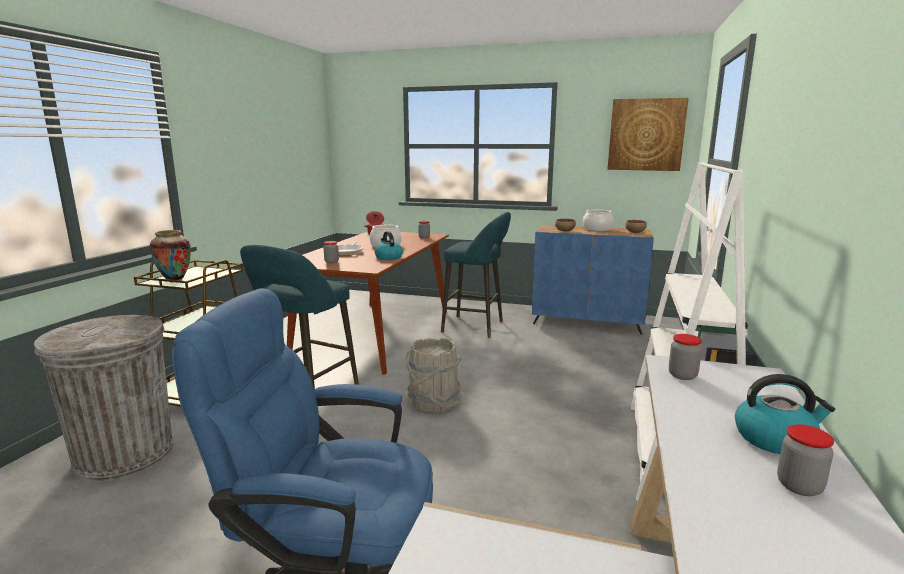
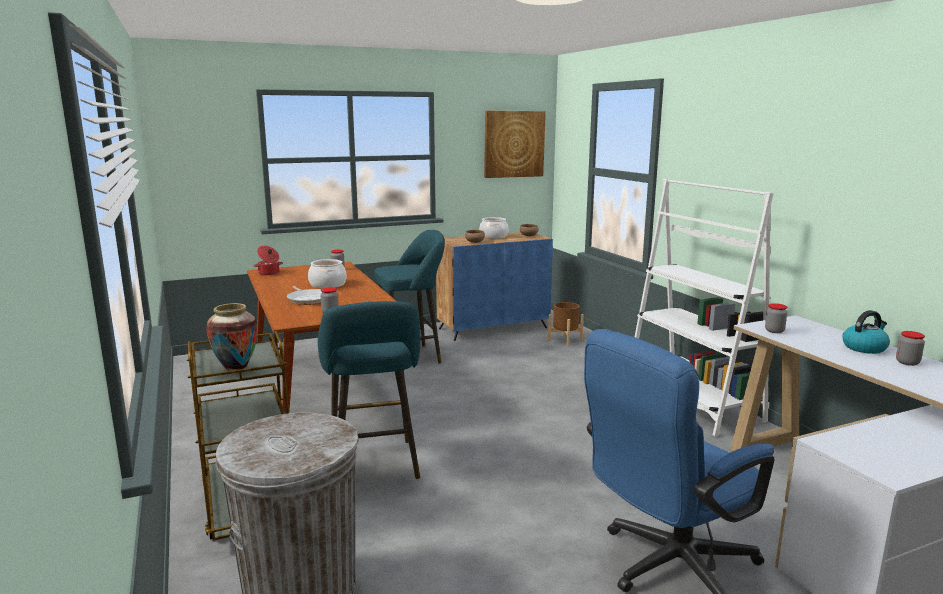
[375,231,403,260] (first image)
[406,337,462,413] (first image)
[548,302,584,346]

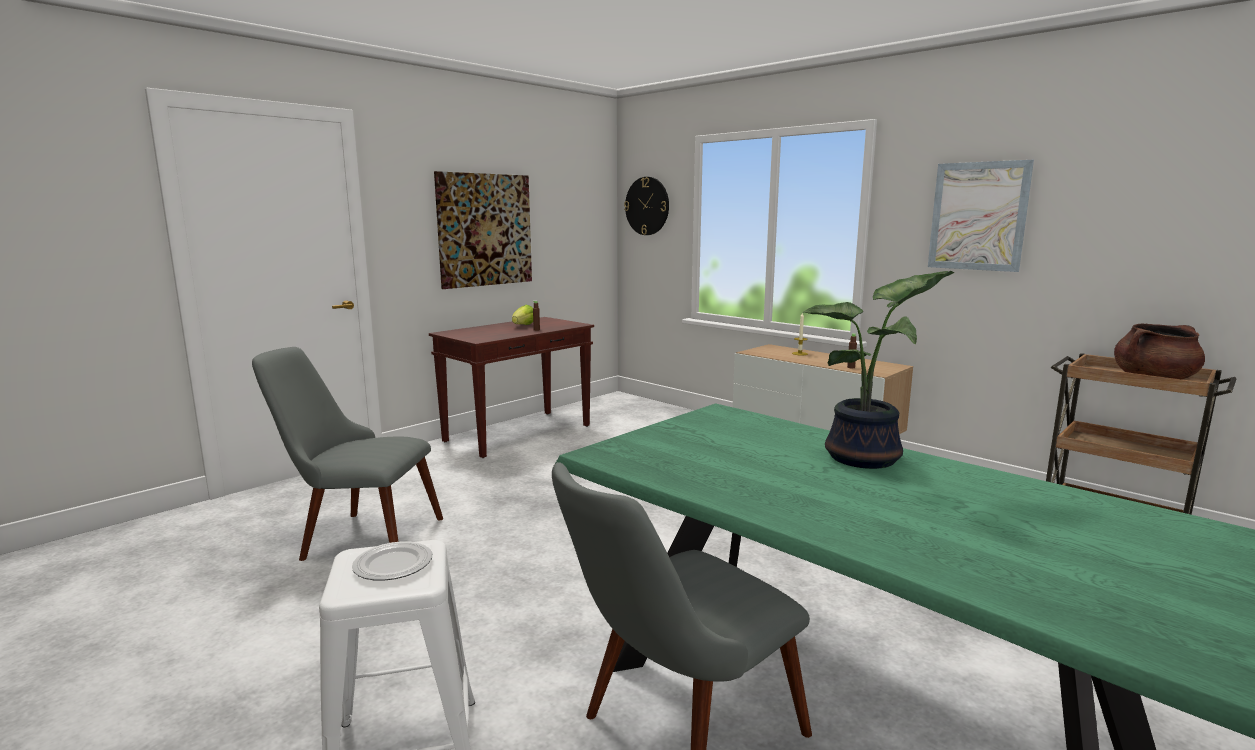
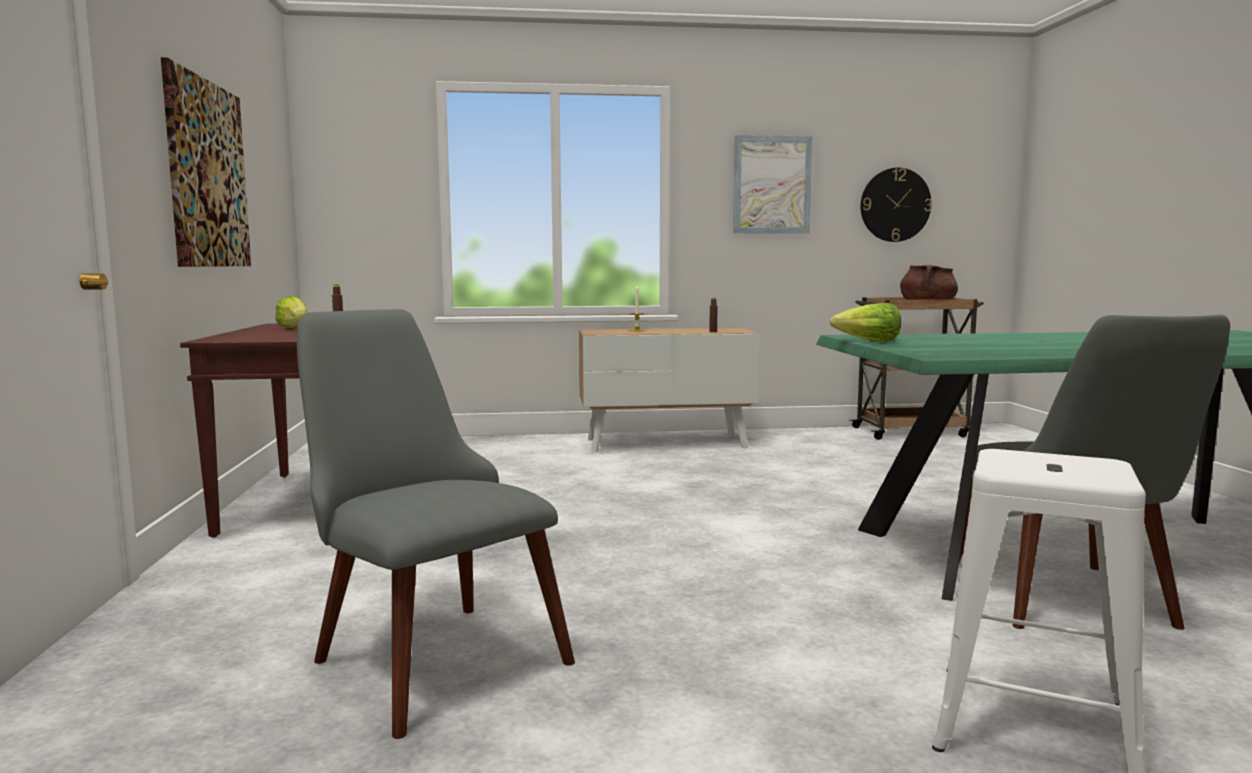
[352,542,432,581] (first image)
[802,271,955,469] (first image)
[830,303,901,342]
[861,168,932,242]
[297,309,575,739]

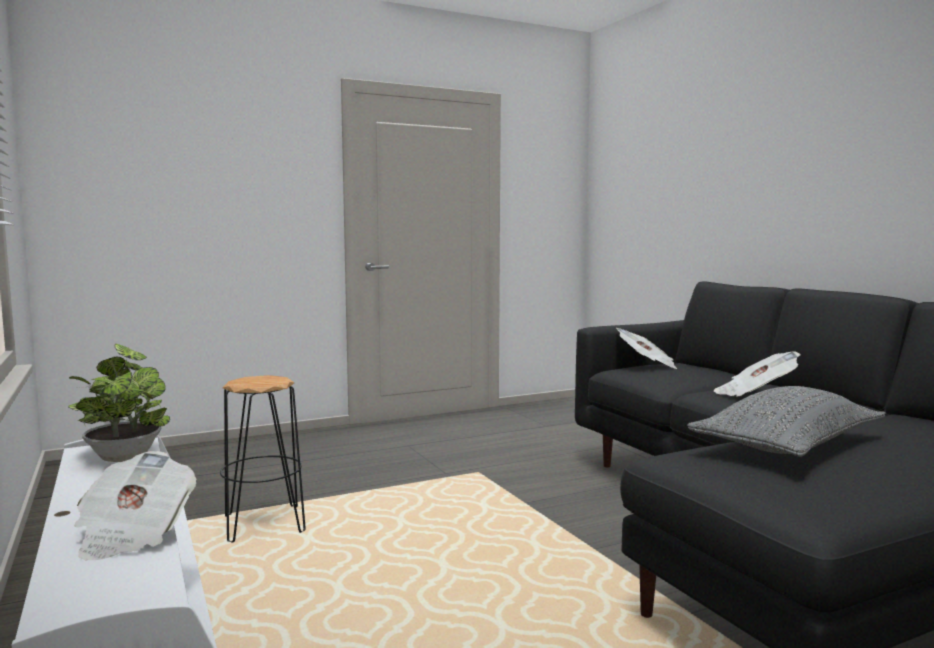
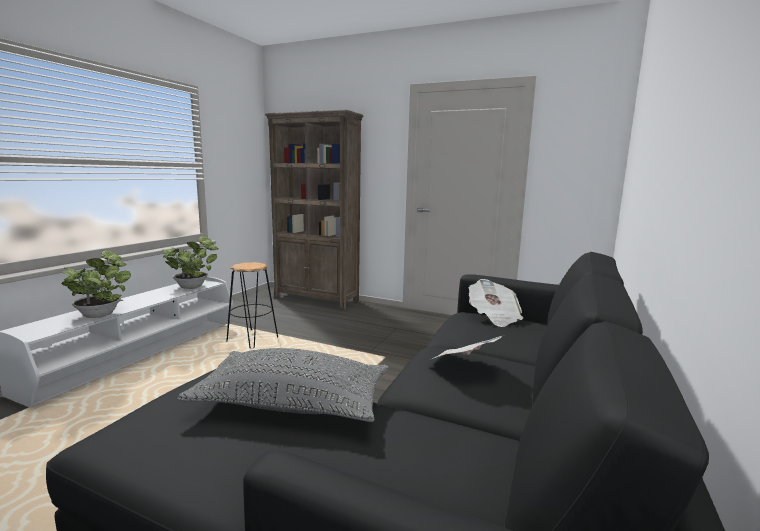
[265,110,363,310]
[61,250,131,318]

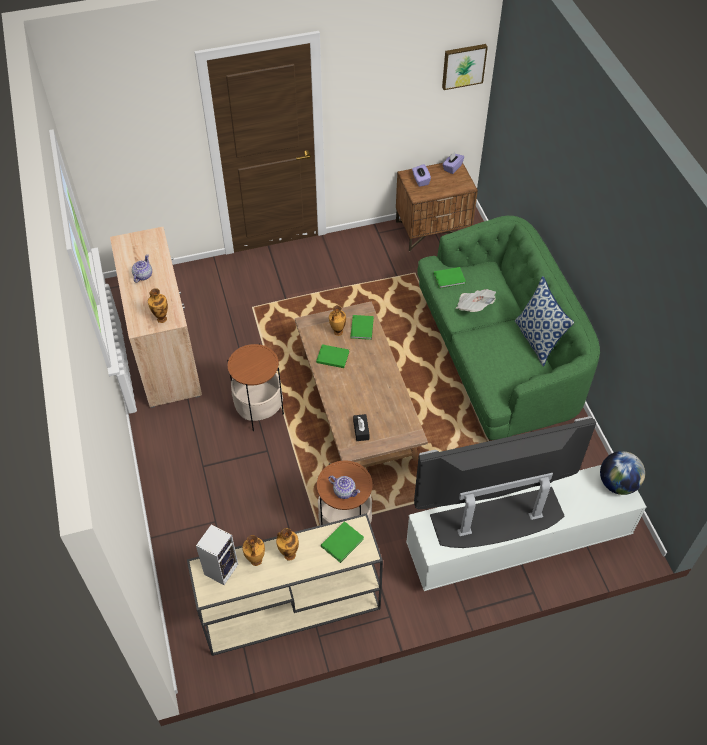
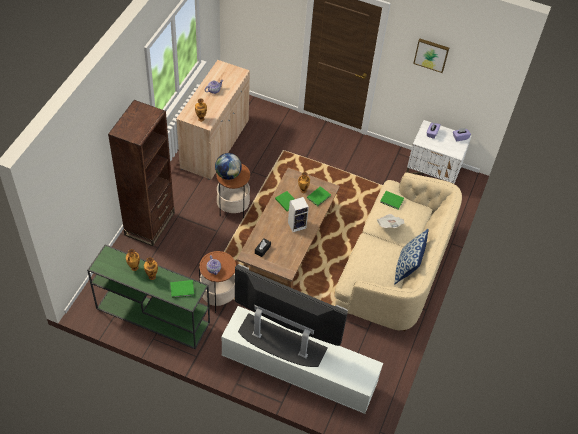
[108,100,175,246]
[288,197,309,232]
[413,39,449,73]
[215,153,242,180]
[87,245,210,349]
[406,120,472,184]
[334,172,462,331]

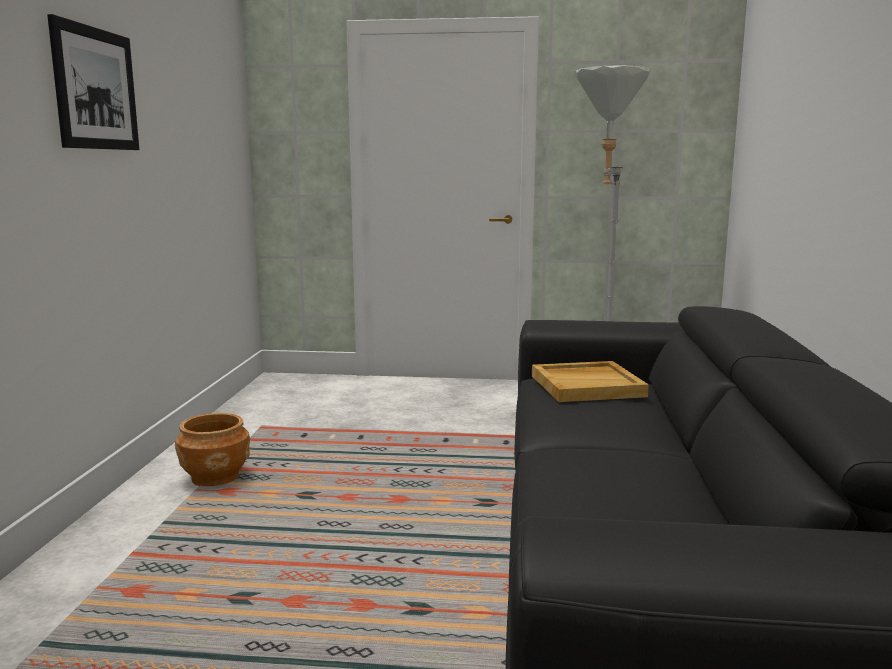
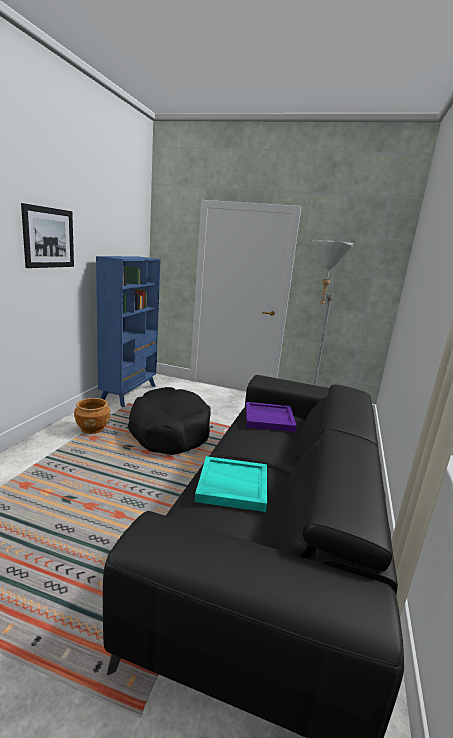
[96,256,161,407]
[128,387,211,455]
[195,456,267,512]
[246,402,297,432]

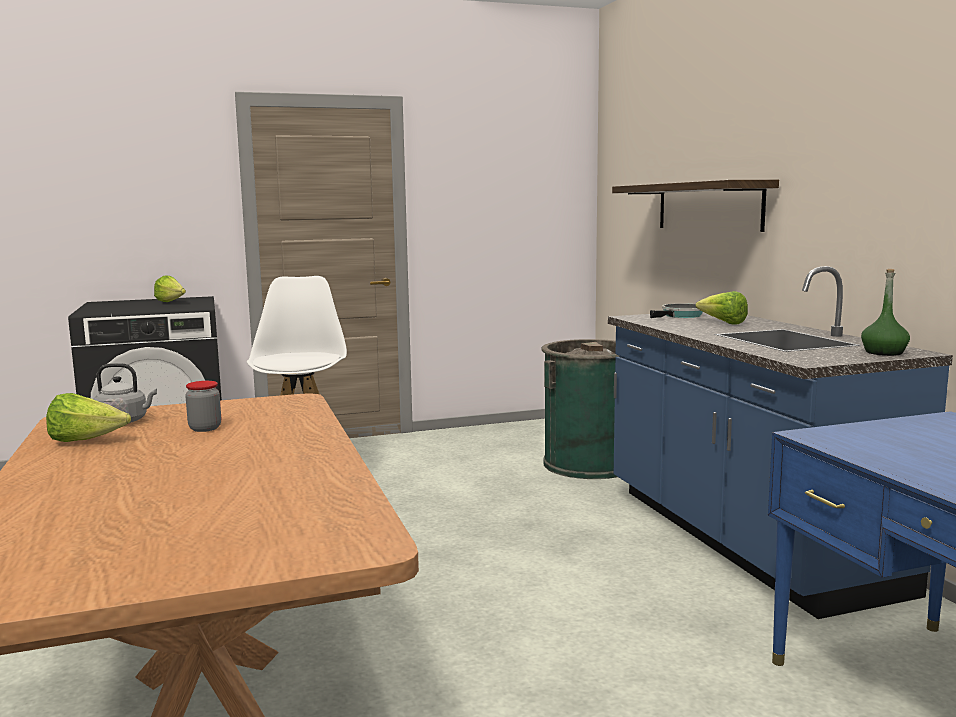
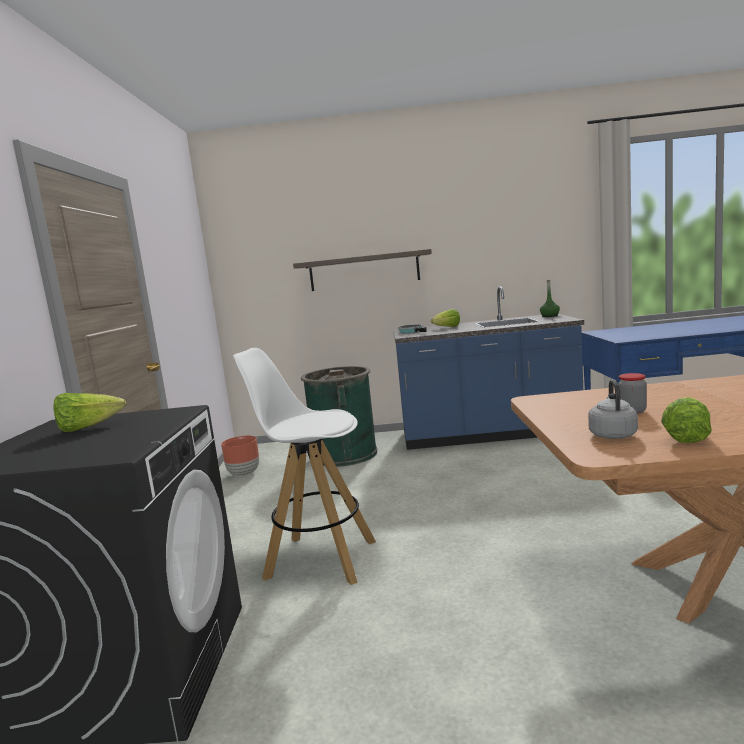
[221,436,259,476]

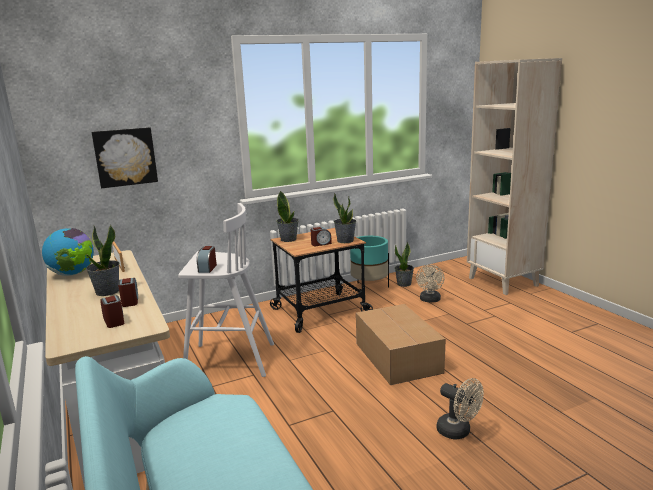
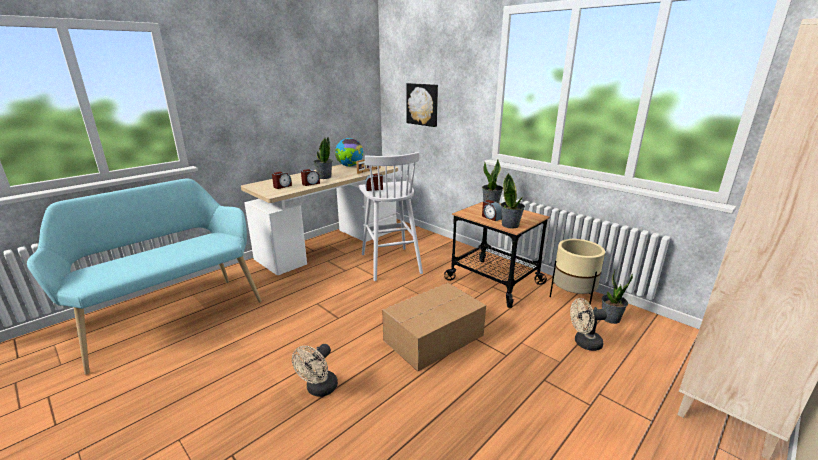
[550,239,605,309]

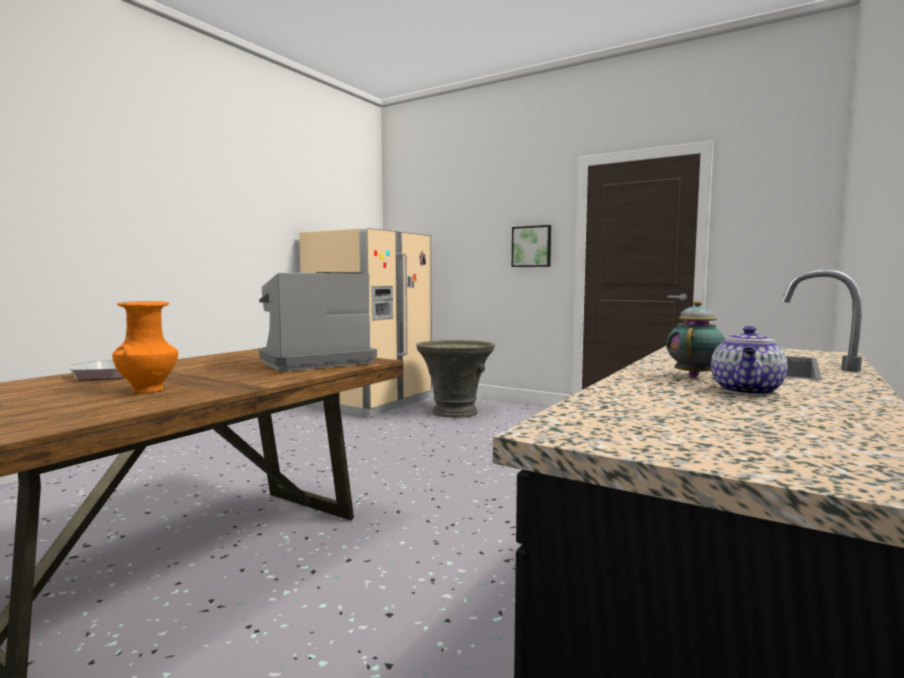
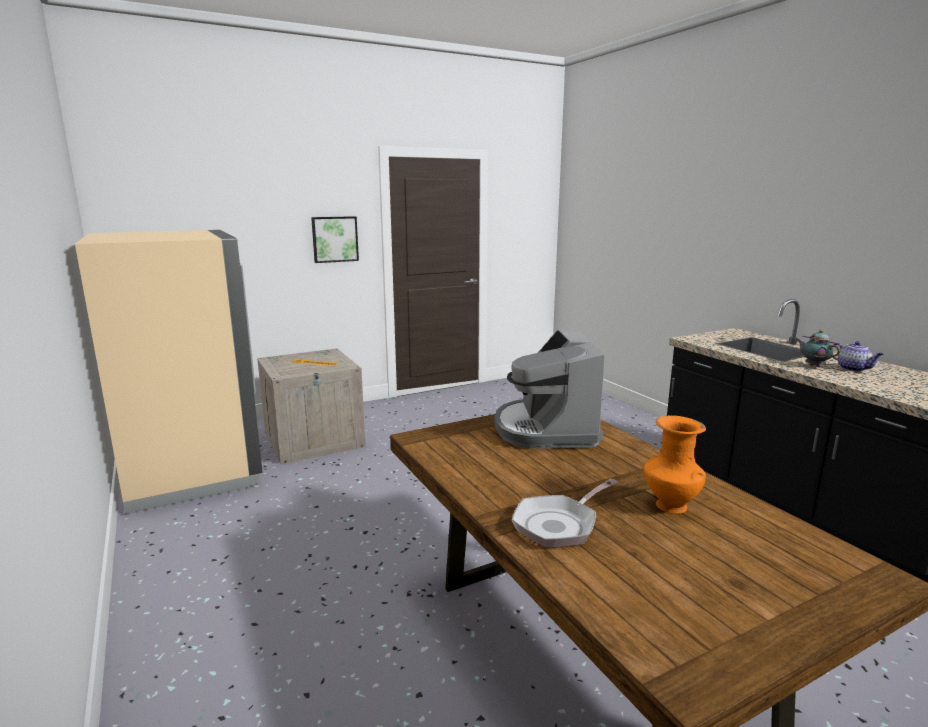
[257,348,366,464]

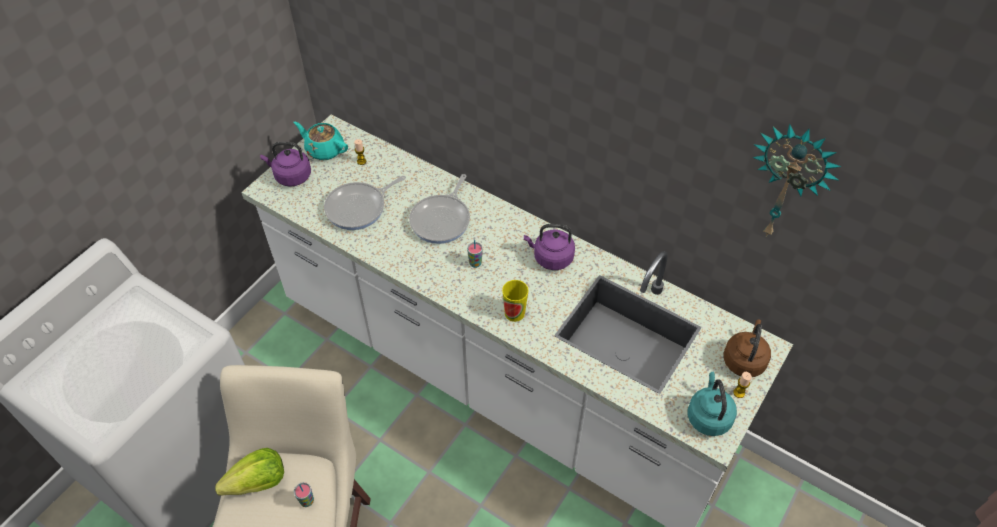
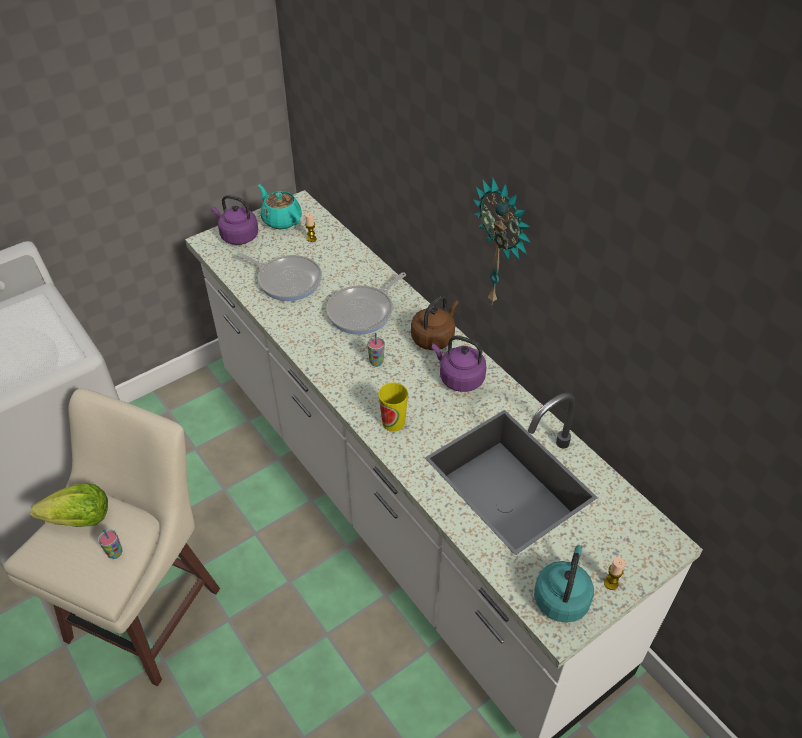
[411,295,459,350]
[473,177,531,305]
[236,253,322,301]

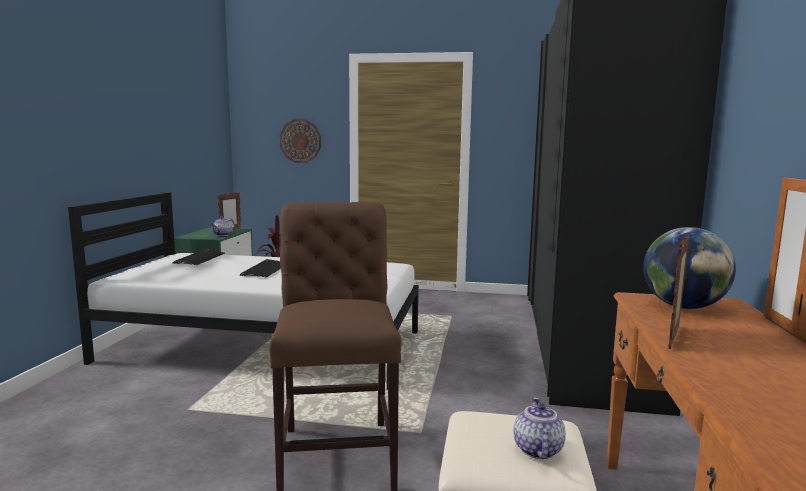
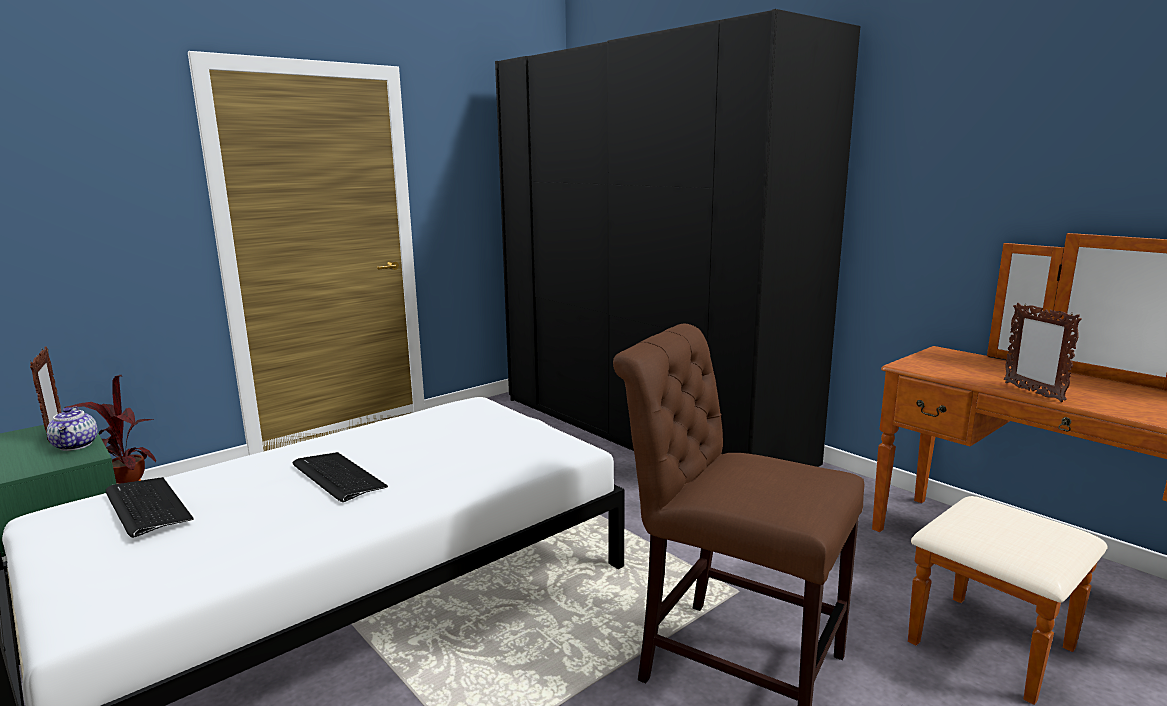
[280,119,321,163] (first image)
[514,397,566,459] (first image)
[643,227,736,309] (first image)

